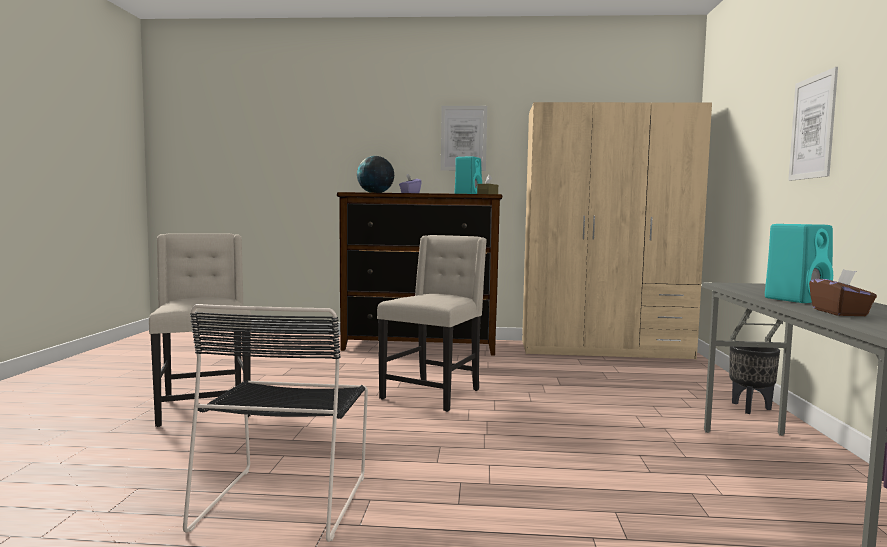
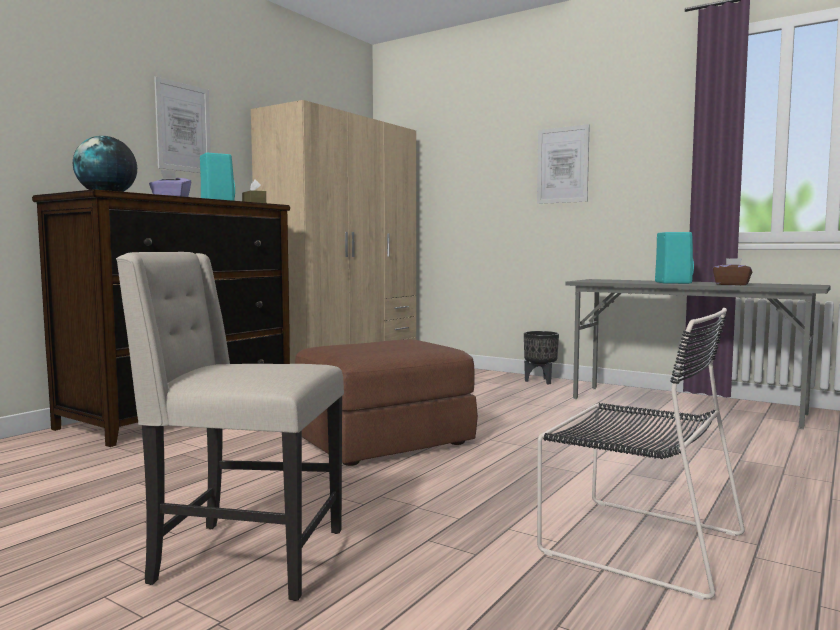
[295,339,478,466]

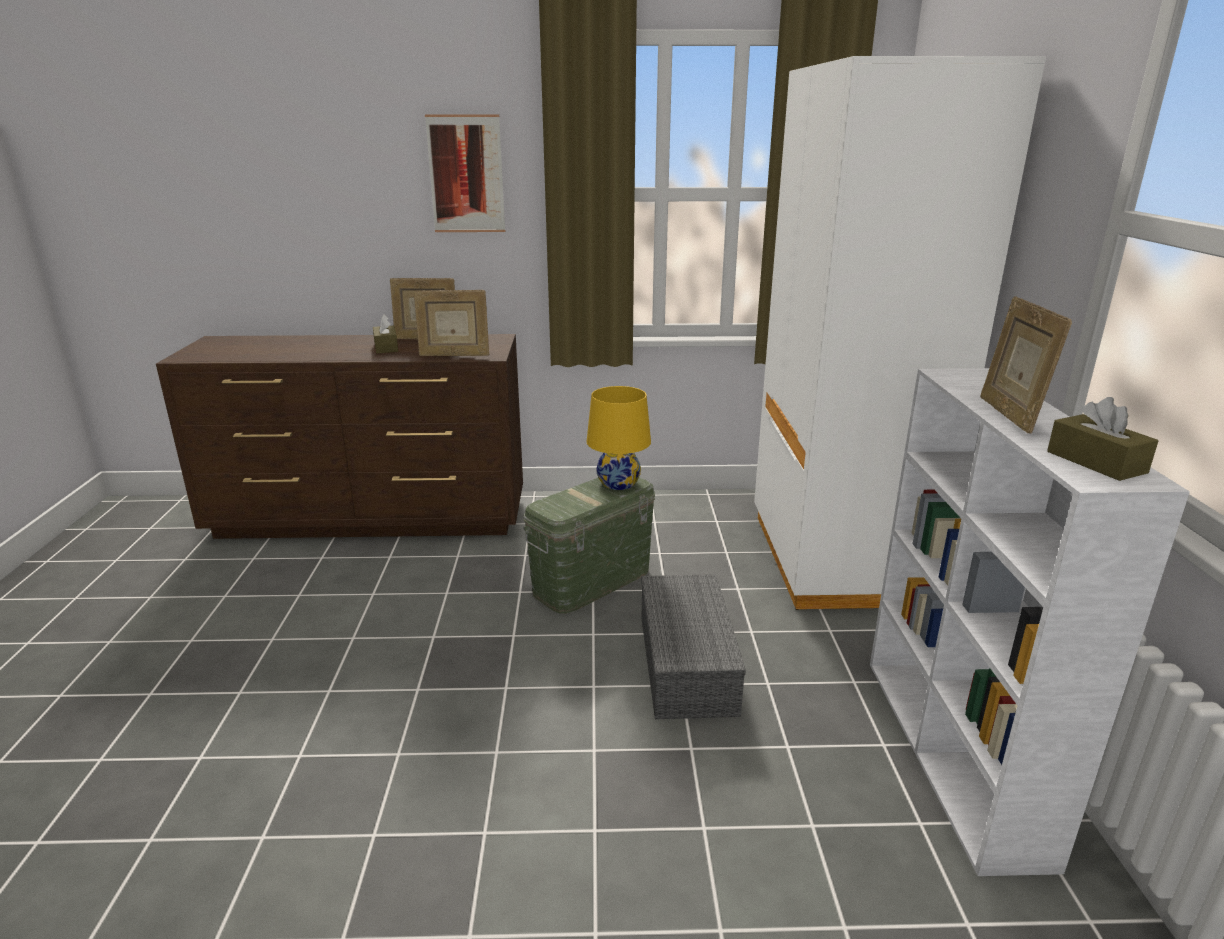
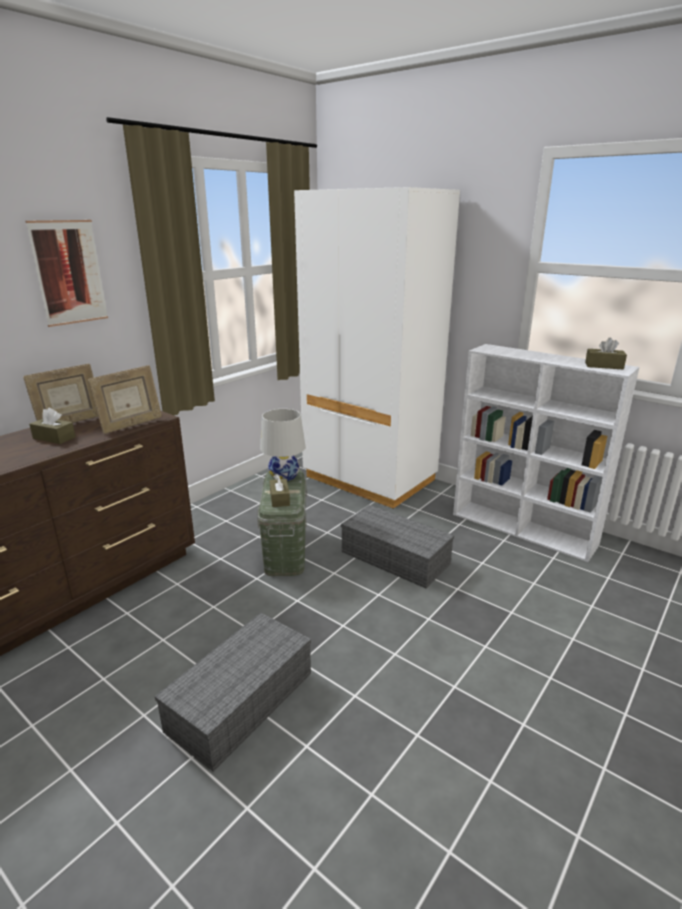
[980,297,1072,434] (first image)
[155,613,311,772]
[269,474,290,507]
[260,409,306,481]

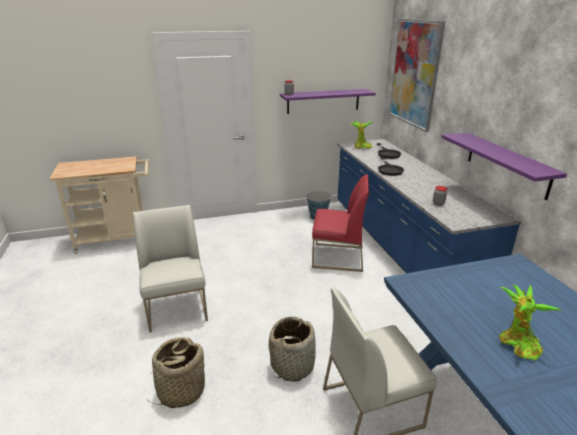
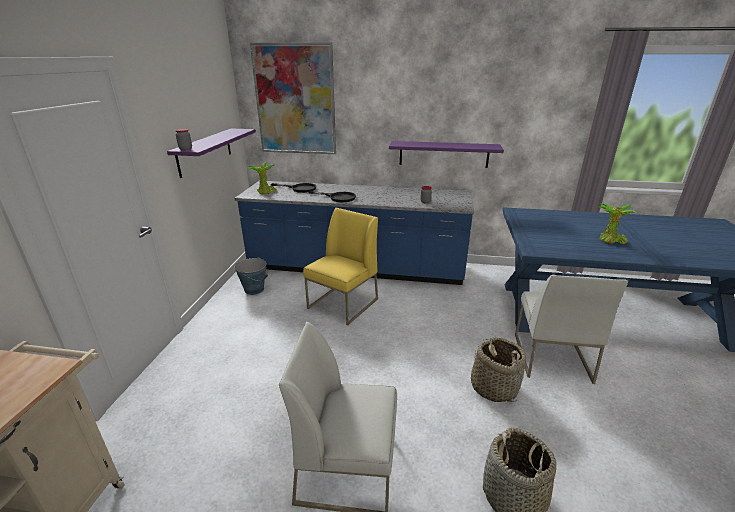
[303,208,378,325]

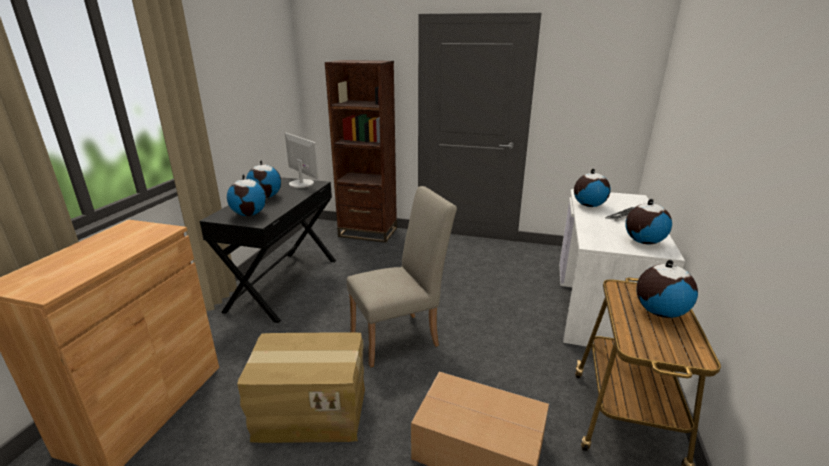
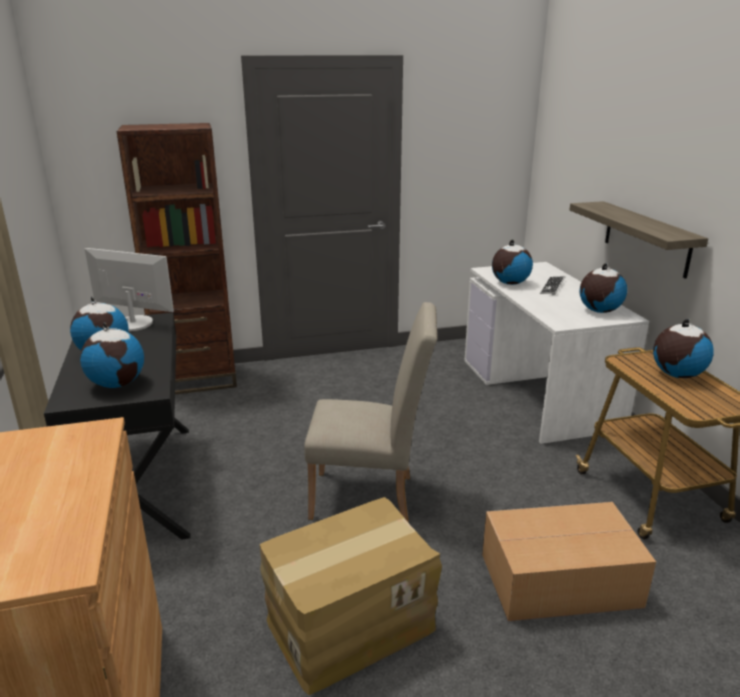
[570,201,708,279]
[304,302,438,522]

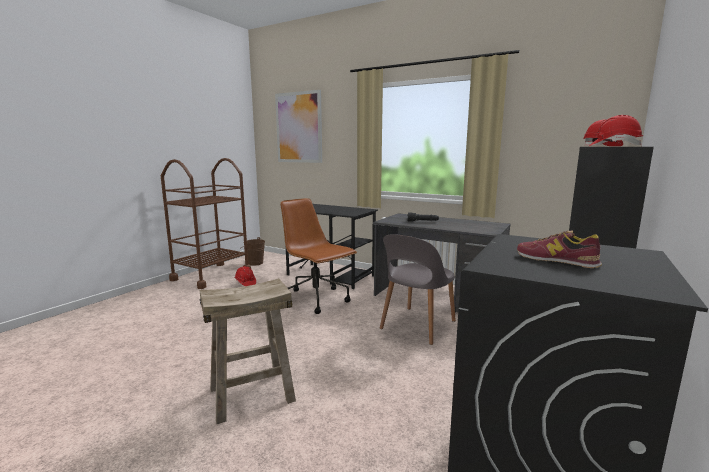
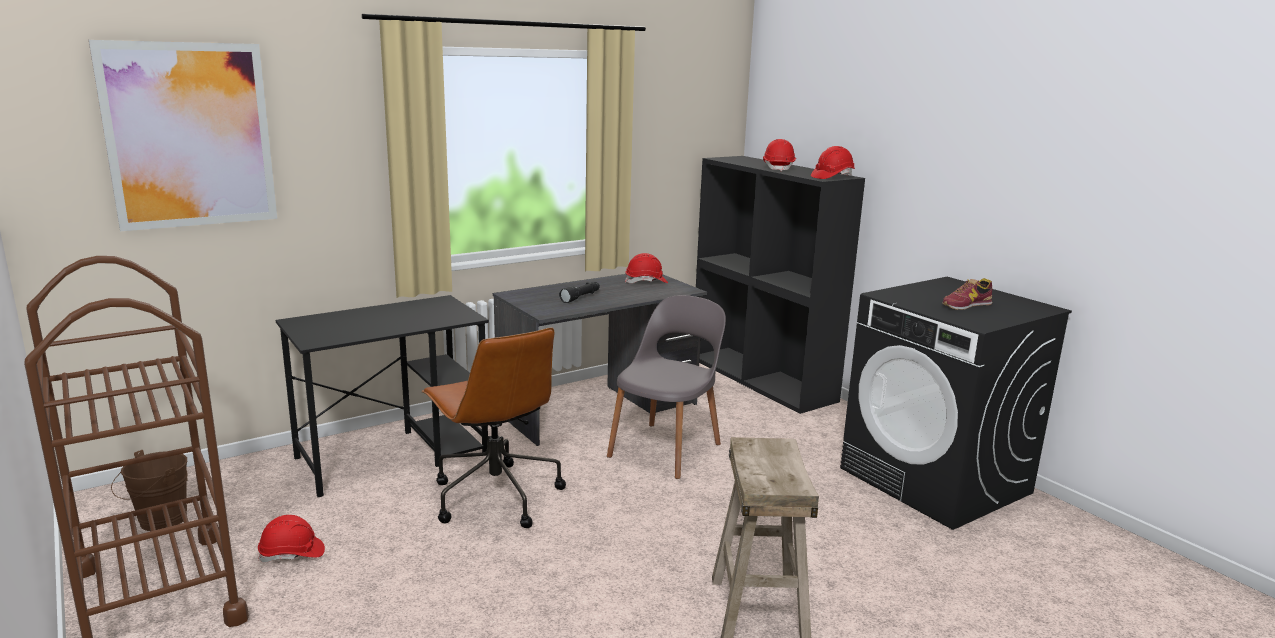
[625,253,668,283]
[422,327,566,528]
[607,295,726,479]

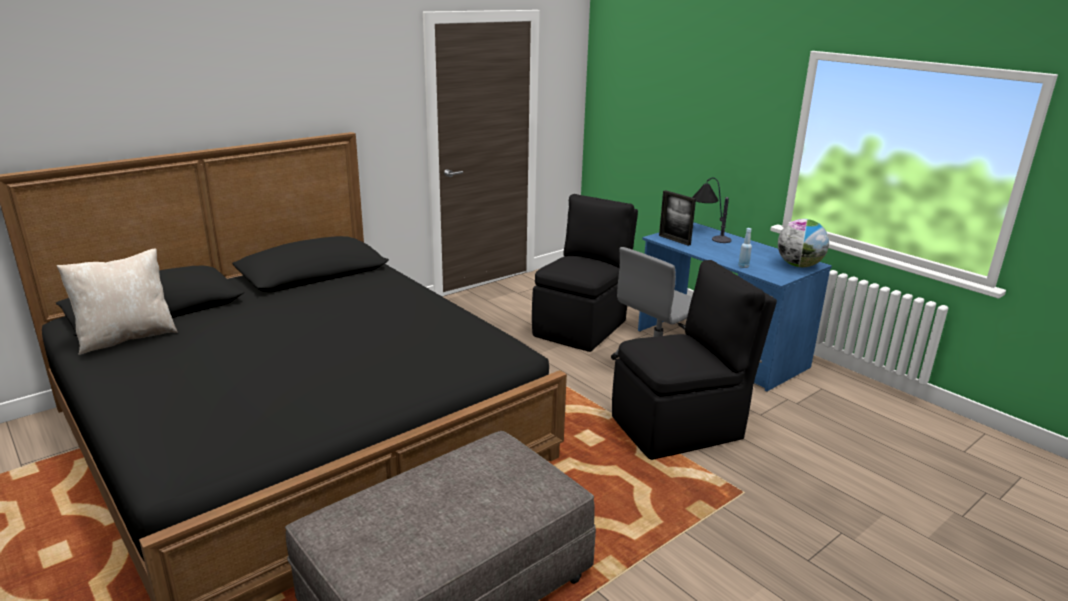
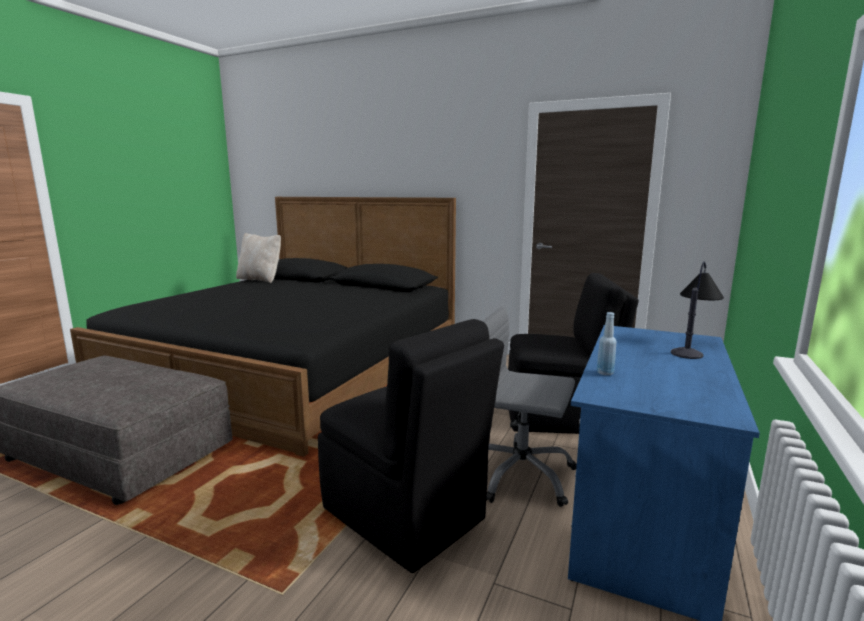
[659,190,696,246] (first image)
[778,219,829,267] (first image)

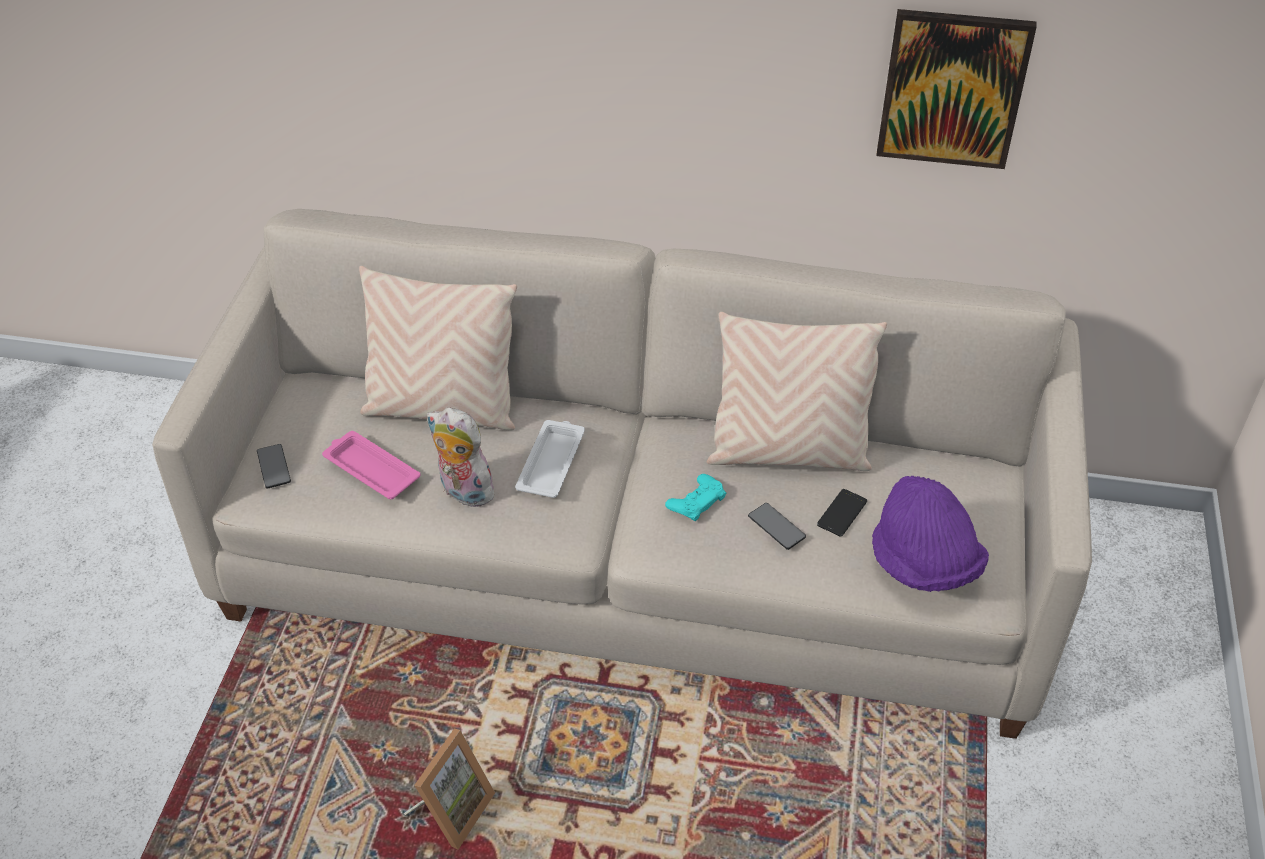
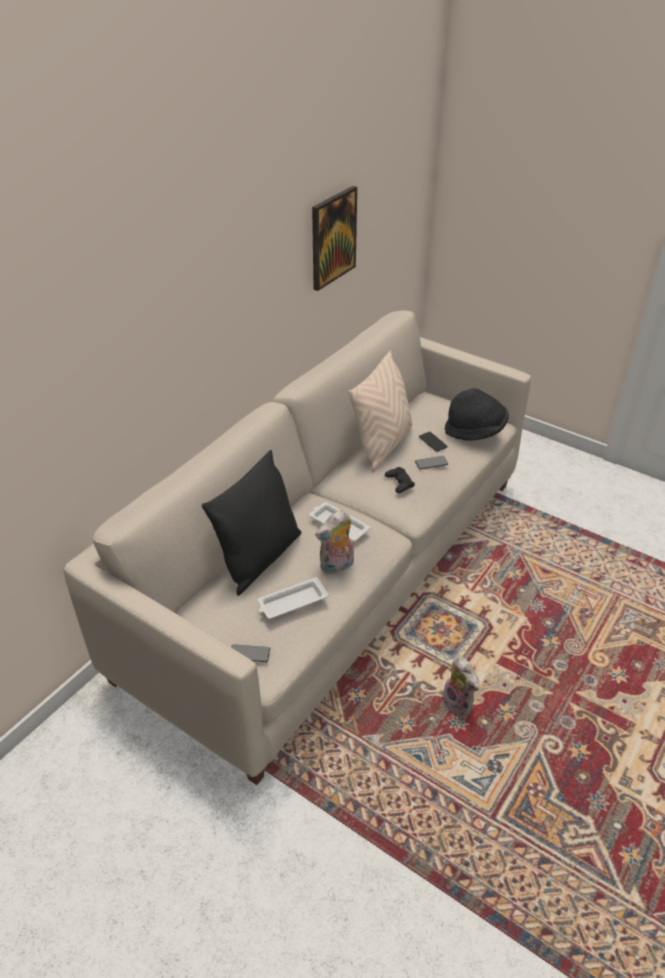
[442,656,479,716]
[258,577,329,619]
[202,450,301,596]
[385,467,415,493]
[445,388,509,441]

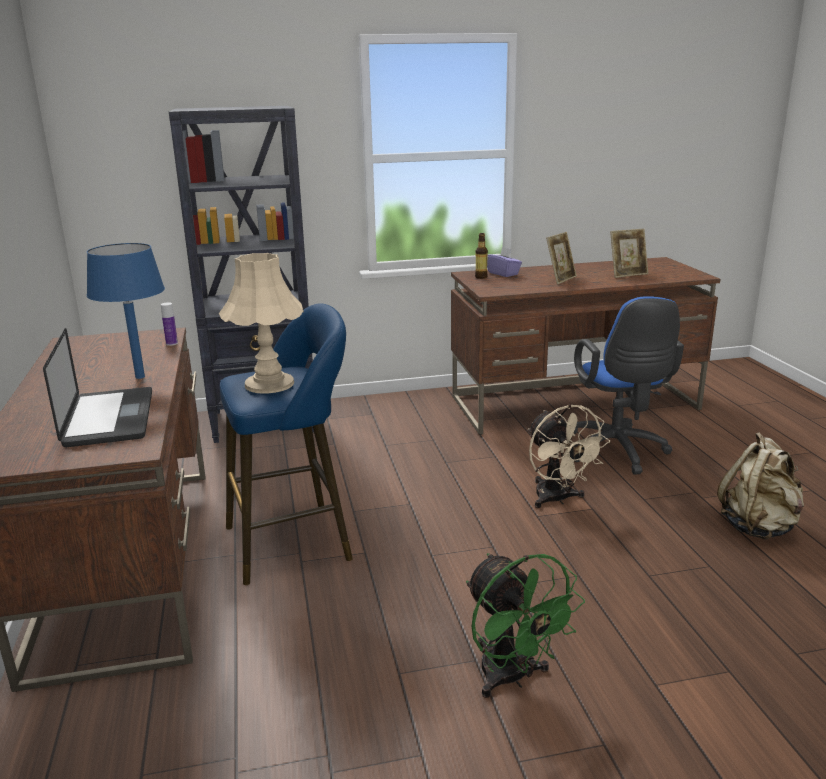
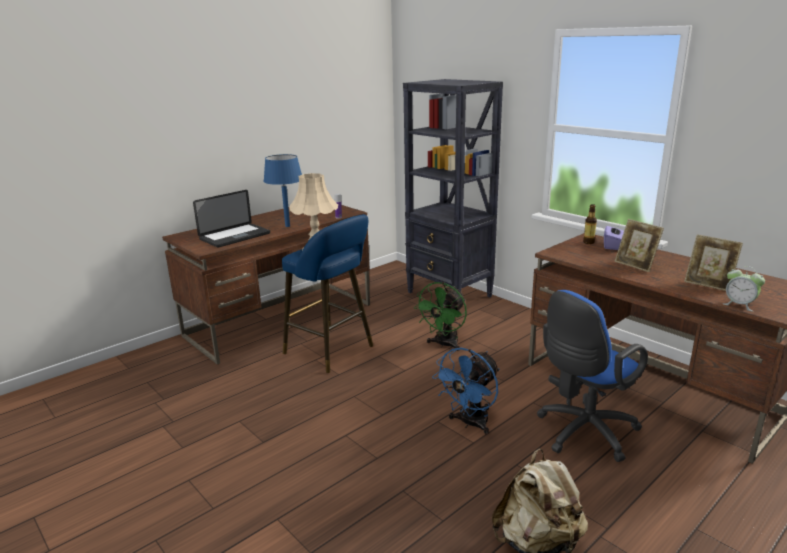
[723,266,765,312]
[414,282,467,351]
[432,348,500,434]
[615,219,664,272]

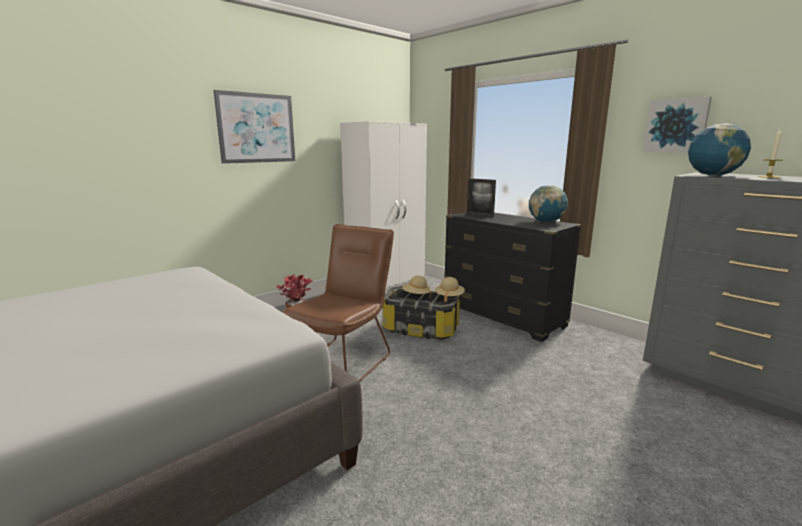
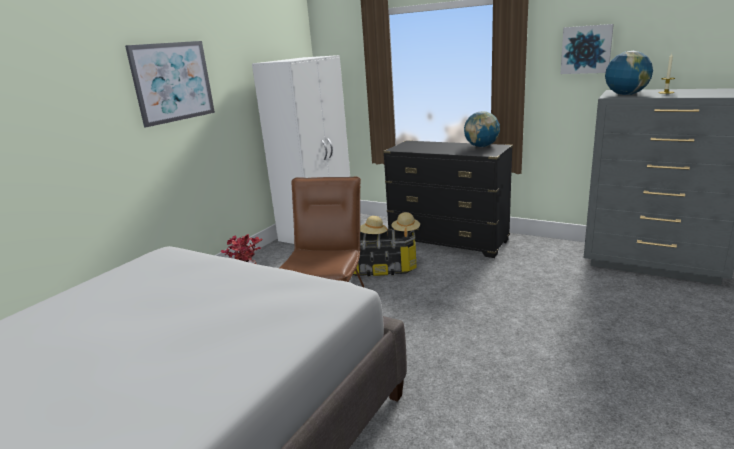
[467,178,496,218] (first image)

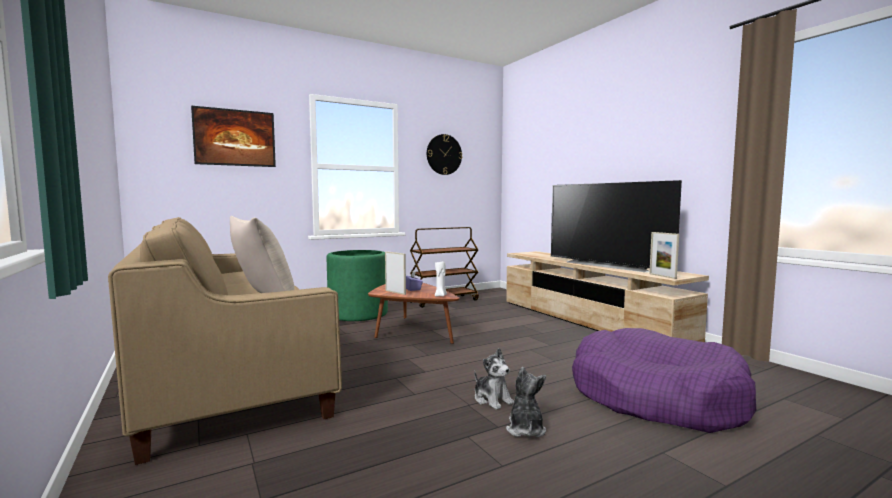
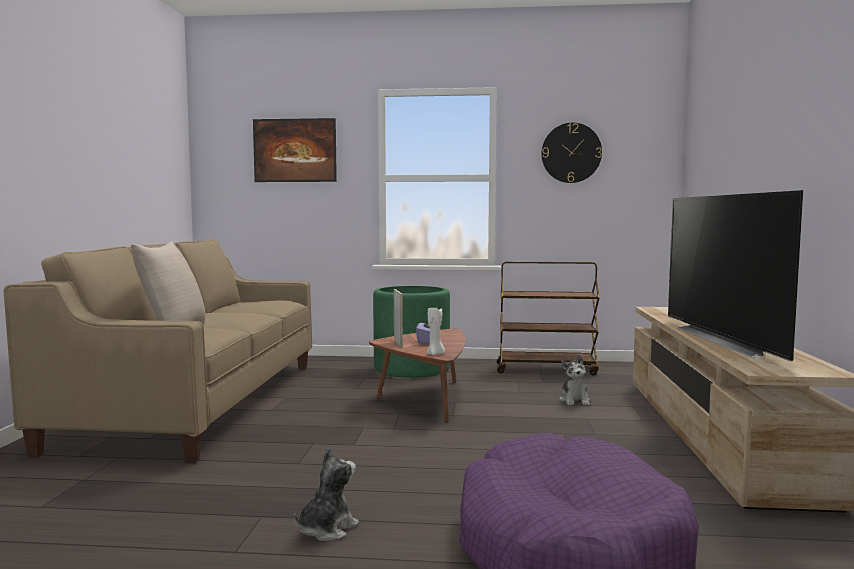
[649,232,679,279] (first image)
[559,355,590,406]

